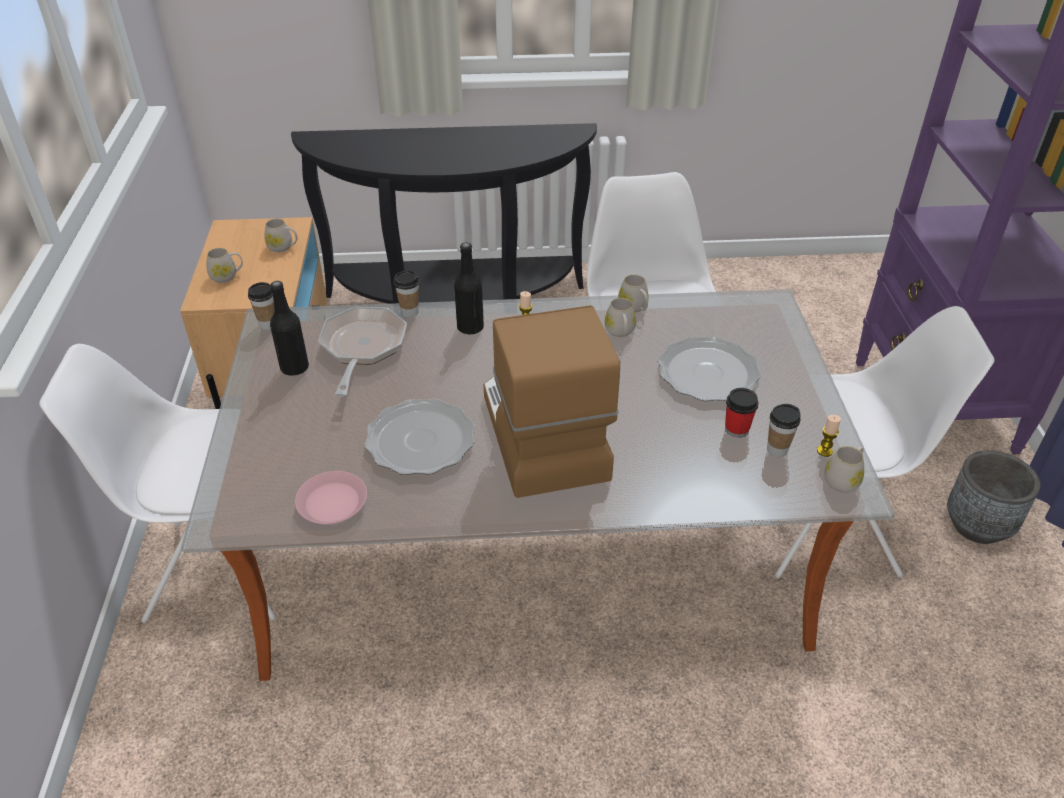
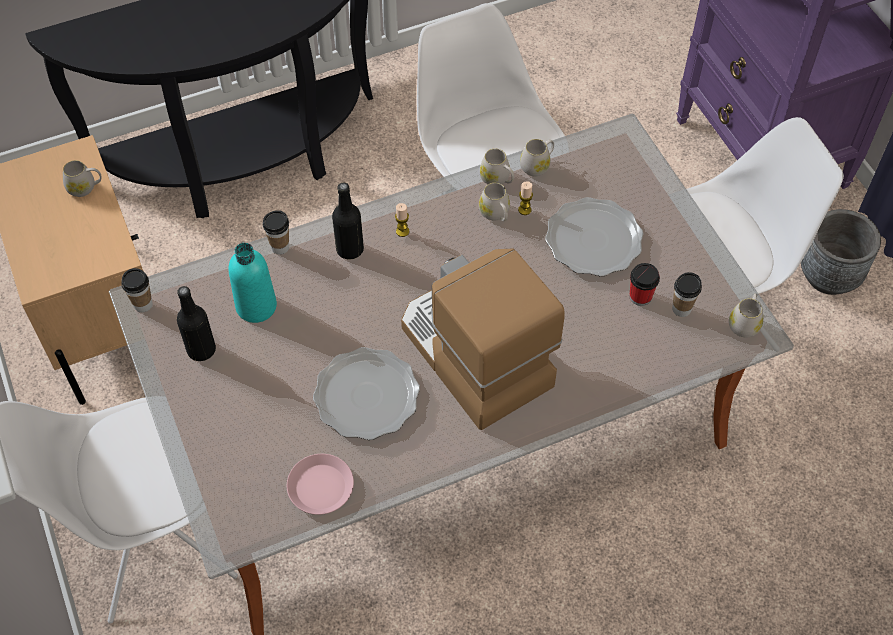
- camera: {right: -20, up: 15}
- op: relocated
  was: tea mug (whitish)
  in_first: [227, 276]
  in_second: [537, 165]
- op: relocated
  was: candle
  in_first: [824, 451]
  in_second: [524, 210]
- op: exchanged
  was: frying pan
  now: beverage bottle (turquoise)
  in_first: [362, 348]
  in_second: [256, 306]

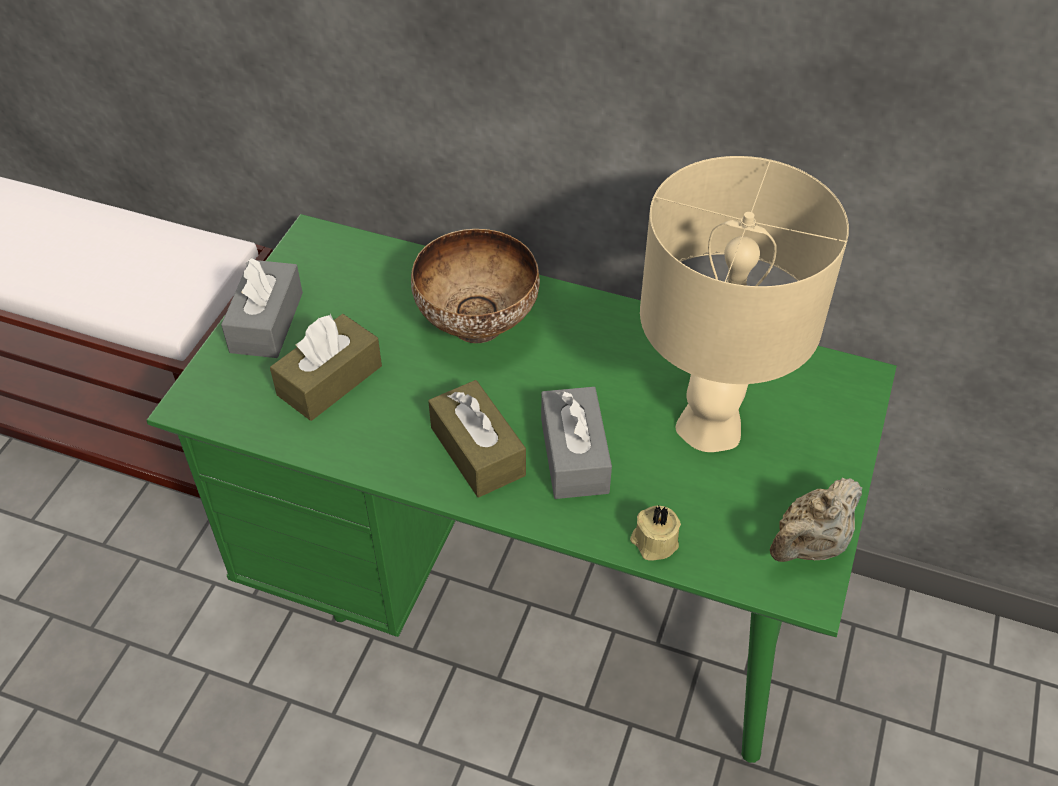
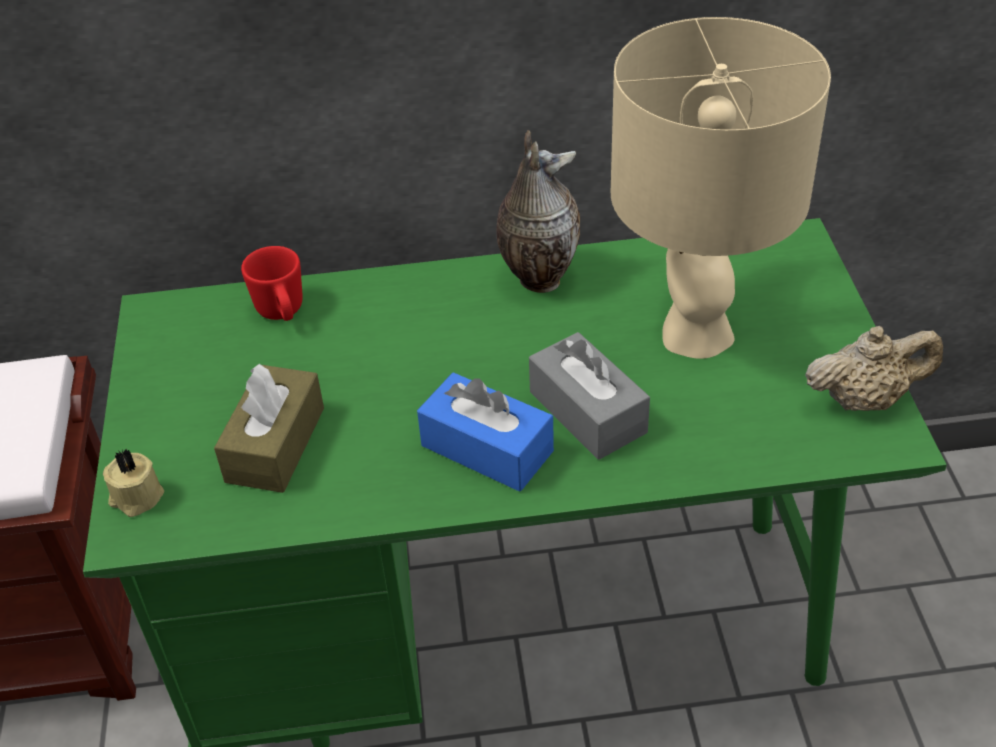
- camera: {right: -25, up: -5}
- op: missing
  was: tissue box (gray)
  in_first: [266, 322]
- op: missing
  was: serving bowl
  in_first: [476, 326]
- op: appeared
  now: tea mug (reddish)
  in_second: [282, 313]
- op: appeared
  now: vase
  in_second: [537, 278]
- op: relocated
  was: candle (beige)
  in_first: [653, 542]
  in_second: [136, 497]
- op: colour
  was: tissue box (brown)
  now: tissue box (bluish)
  in_first: [477, 451]
  in_second: [487, 448]
- op: spun
  was: pot for tea (beige)
  in_first: [809, 545]
  in_second: [865, 399]
  clockwise: -120

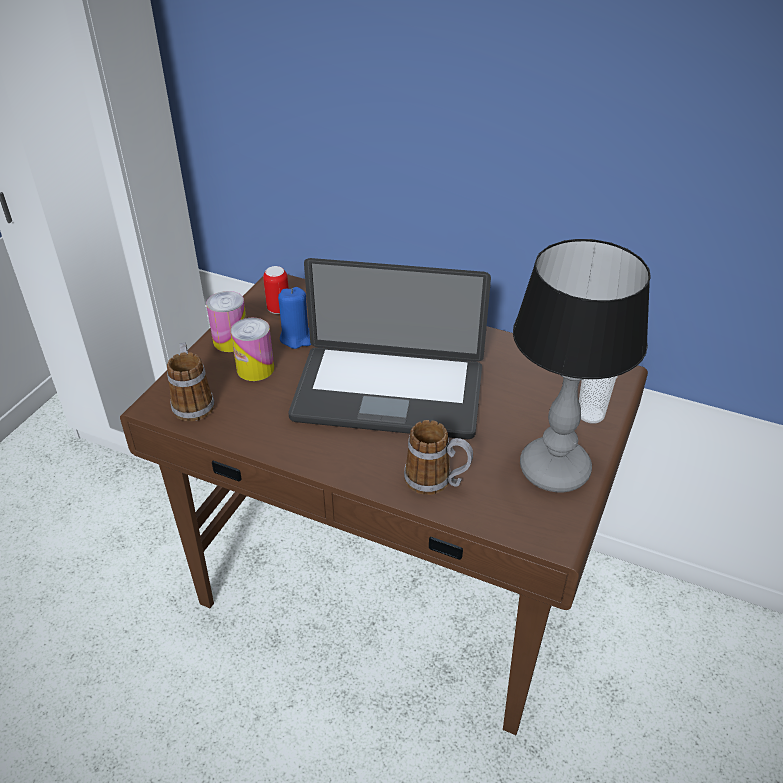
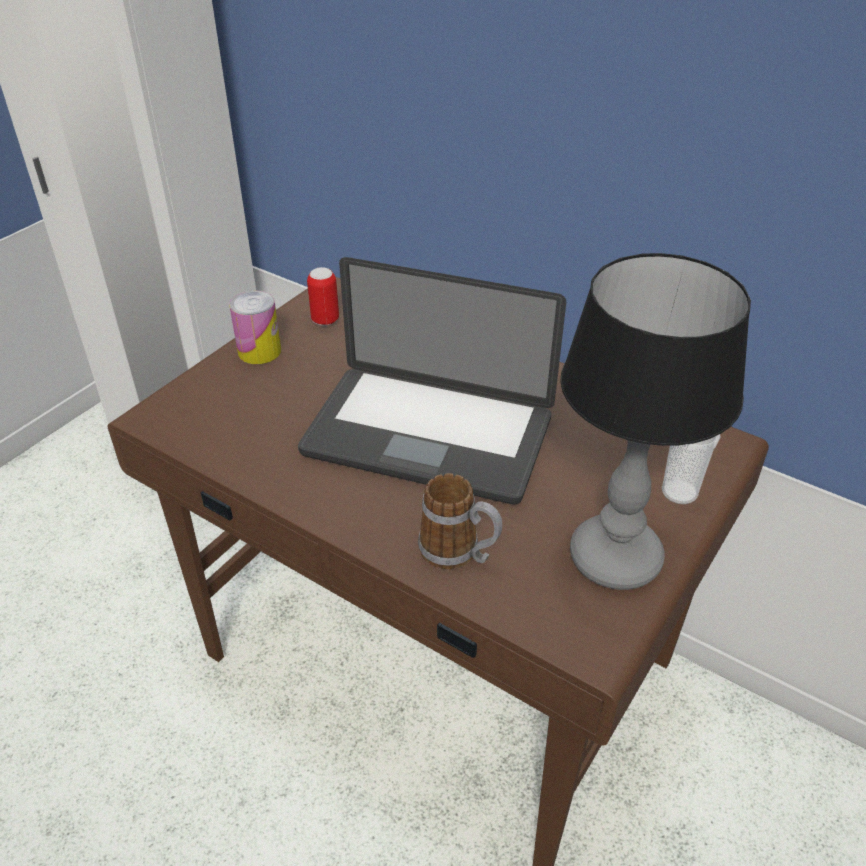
- camera: {right: 10, up: 0}
- op: missing
  was: tea mug
  in_first: [193, 402]
- op: missing
  was: sealed can
  in_first: [255, 369]
- op: missing
  was: candle (bluish)
  in_first: [296, 338]

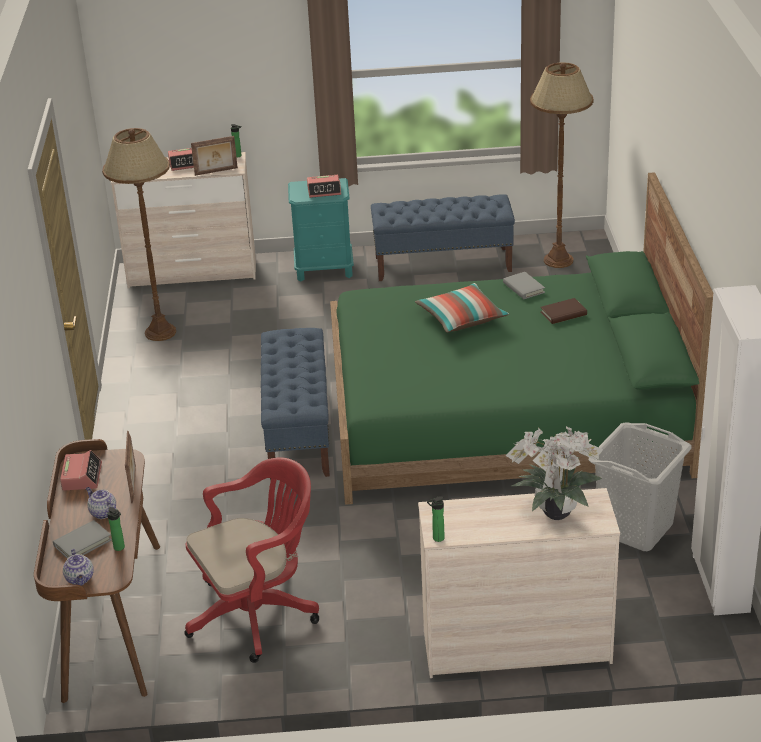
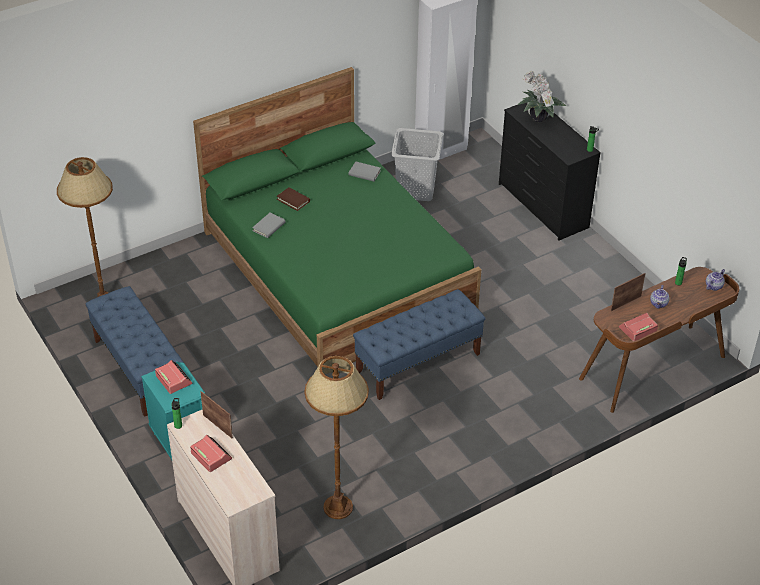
- camera: {right: -120, up: 10}
- op: missing
  was: office chair (reddish)
  in_first: [258, 613]
- op: missing
  was: throw pillow
  in_first: [461, 318]
- op: relocated
  was: bound book (gray)
  in_first: [82, 543]
  in_second: [364, 173]
- op: colour
  was: chest of drawers (beige)
  now: chest of drawers (black-coloured)
  in_first: [516, 646]
  in_second: [542, 206]

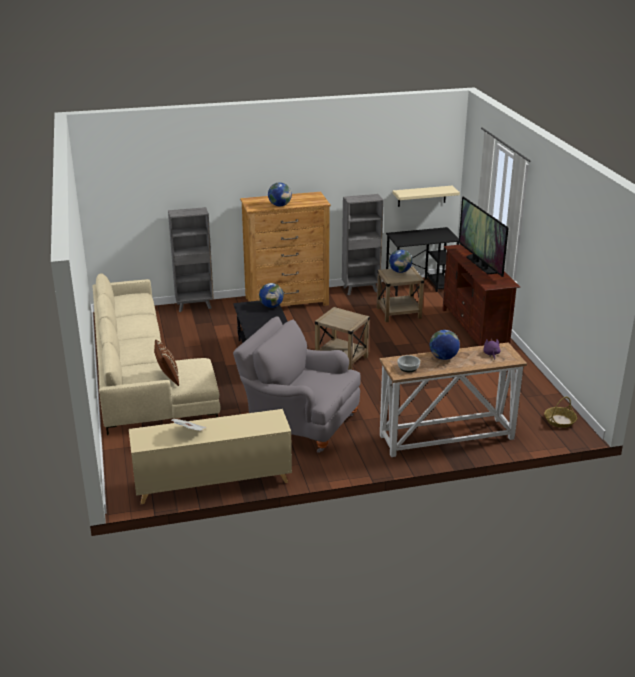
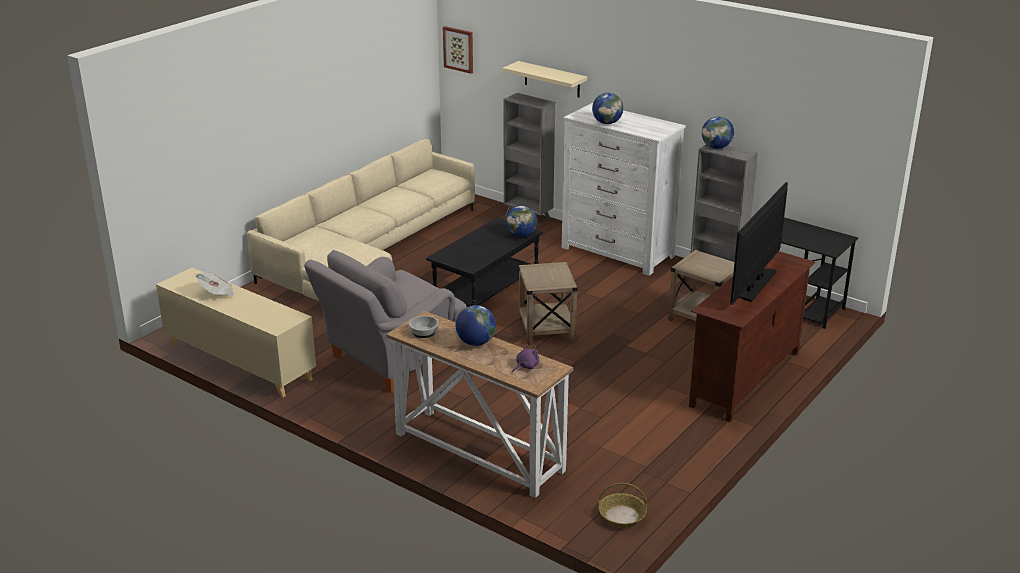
- camera: {right: 50, up: 0}
- op: missing
  was: throw pillow (brown)
  in_first: [167, 378]
- op: appeared
  now: wall art
  in_second: [459, 49]
- op: relocated
  was: globe
  in_first: [400, 271]
  in_second: [716, 147]
- op: relocated
  was: wall shelf (beige)
  in_first: [422, 196]
  in_second: [552, 79]
- op: colour
  was: chest of drawers (brown)
  now: chest of drawers (whitish)
  in_first: [287, 301]
  in_second: [617, 252]
- op: spun
  was: lounge chair (gray)
  in_first: [299, 424]
  in_second: [390, 360]
  clockwise: -120

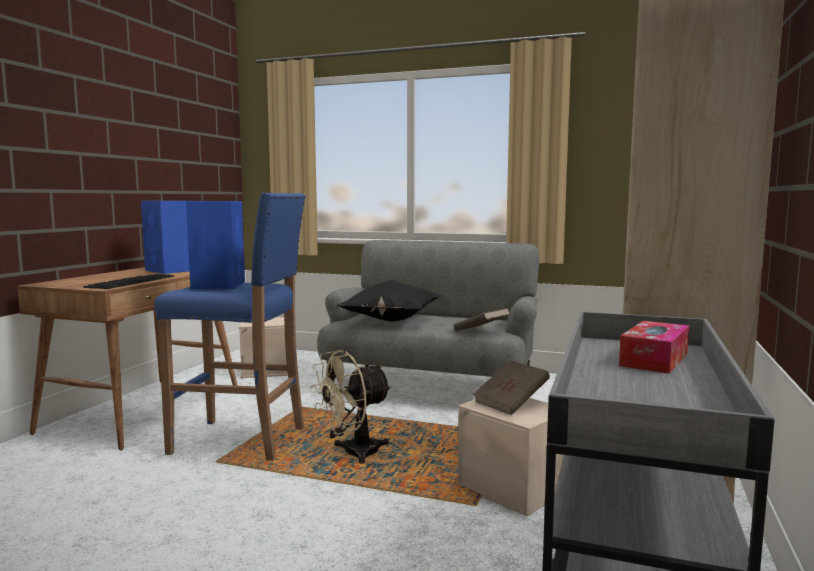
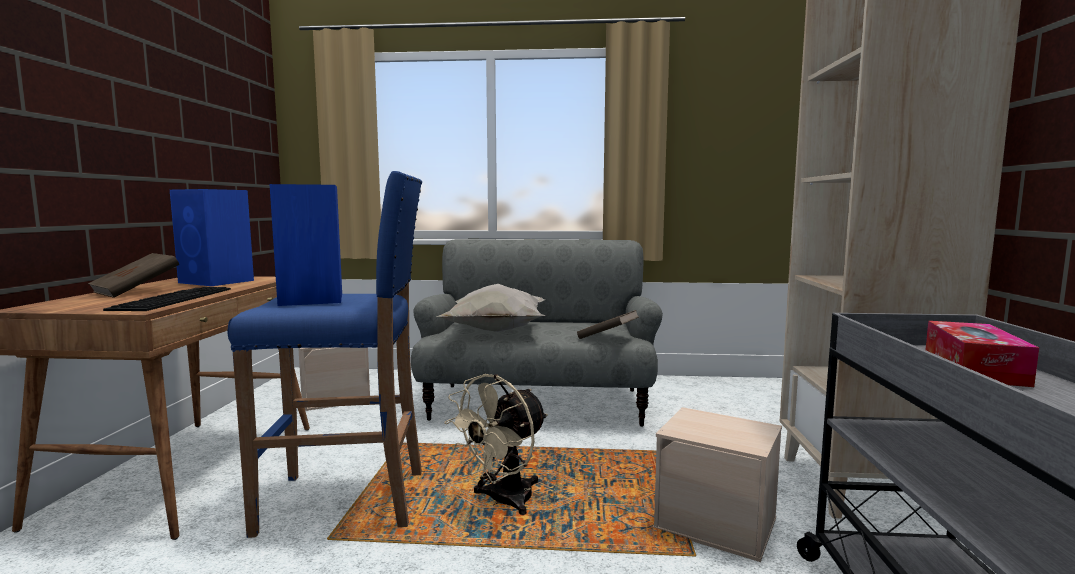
- camera: {right: -15, up: 0}
- op: relocated
  was: bound book (brown)
  in_first: [511, 402]
  in_second: [136, 291]
- op: colour
  was: throw pillow (black-coloured)
  now: throw pillow (whitish)
  in_first: [390, 321]
  in_second: [495, 331]

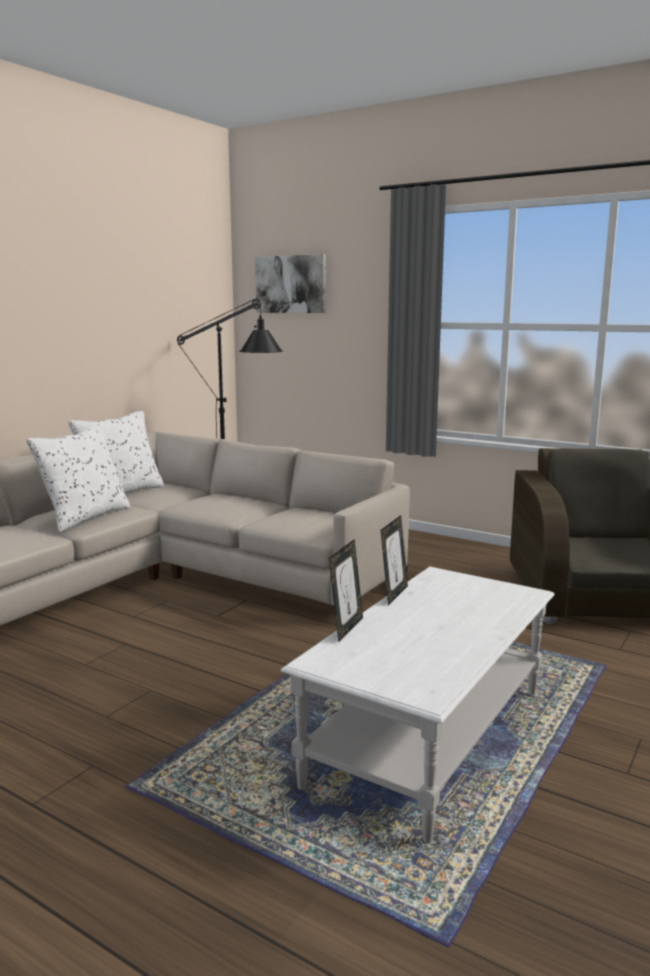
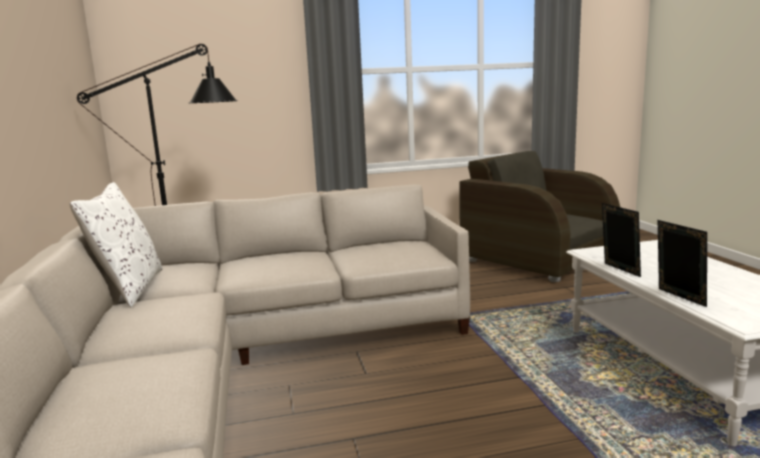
- camera: {right: -45, up: 0}
- op: missing
  was: throw pillow (whitish)
  in_first: [85, 517]
- op: missing
  was: wall art
  in_first: [291, 284]

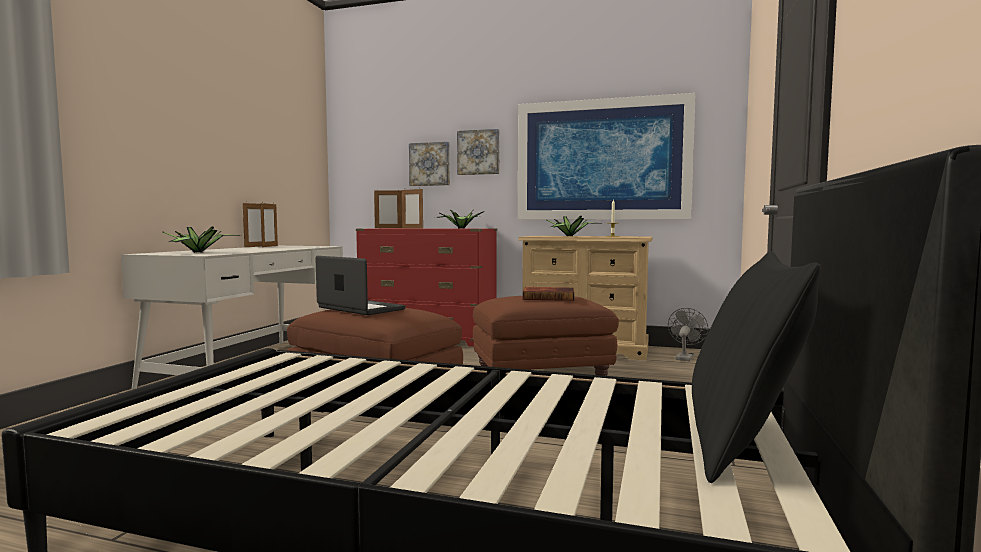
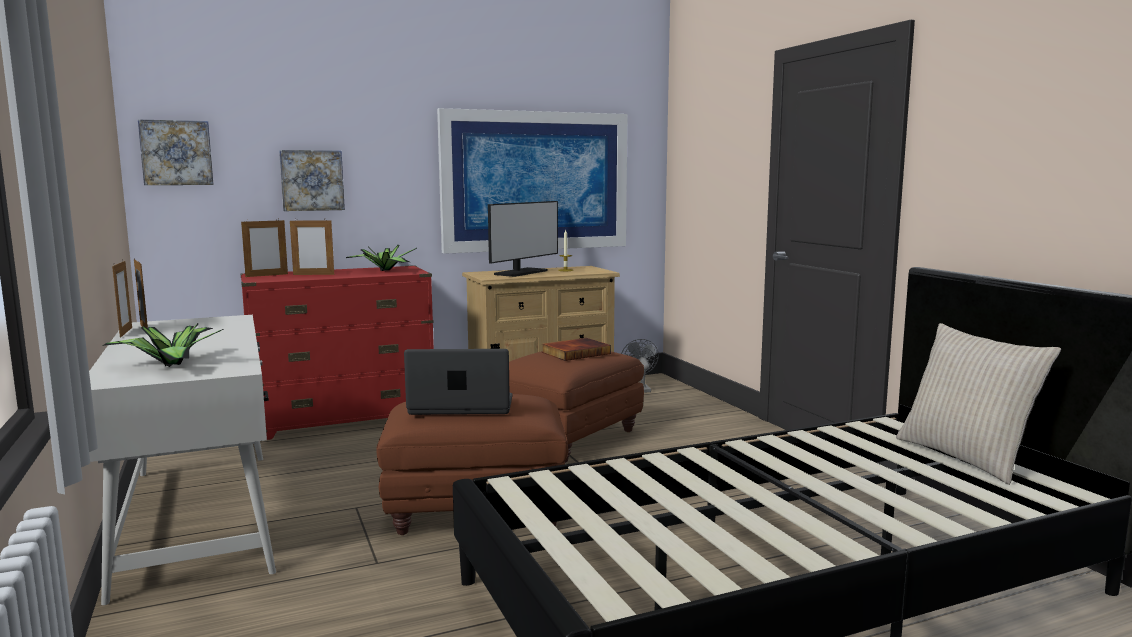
- camera: {right: -40, up: 5}
- op: relocated
  was: wall art
  in_first: [478, 152]
  in_second: [176, 153]
- op: exchanged
  was: plant in a pot
  now: computer display
  in_first: [569, 236]
  in_second: [521, 273]
- op: colour
  was: throw pillow (black-coloured)
  now: throw pillow (beige)
  in_first: [740, 444]
  in_second: [965, 457]

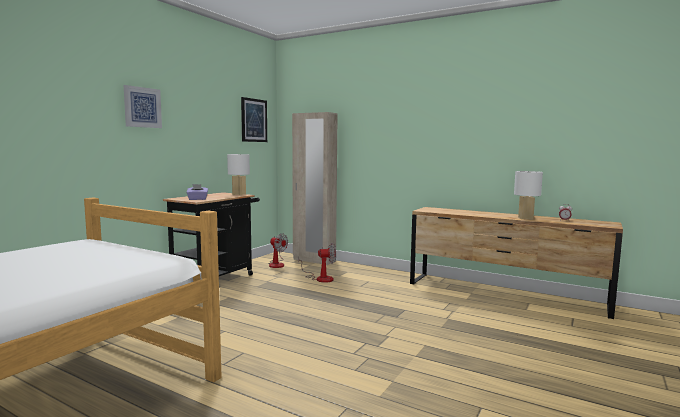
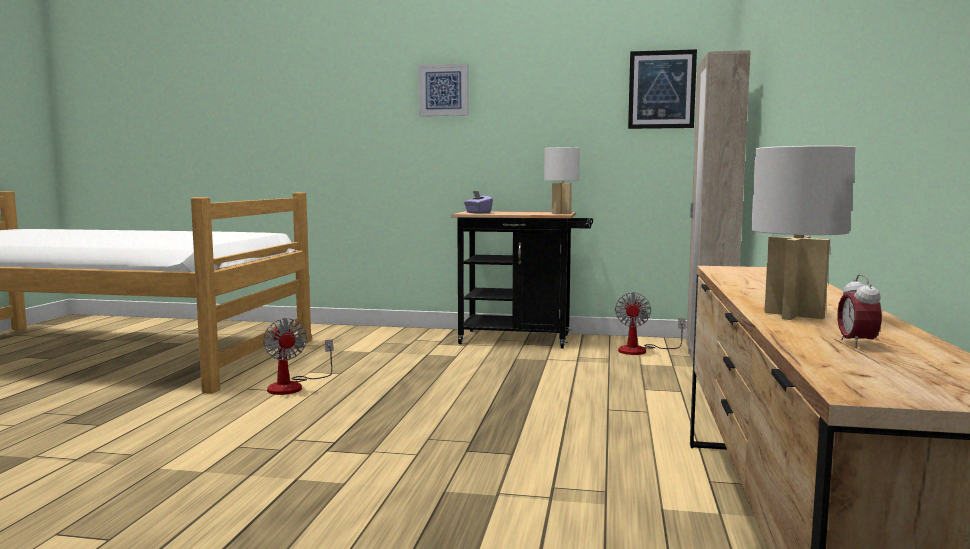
- camera: {right: 70, up: 0}
- op: relocated
  was: cooling fan
  in_first: [320, 278]
  in_second: [293, 386]

